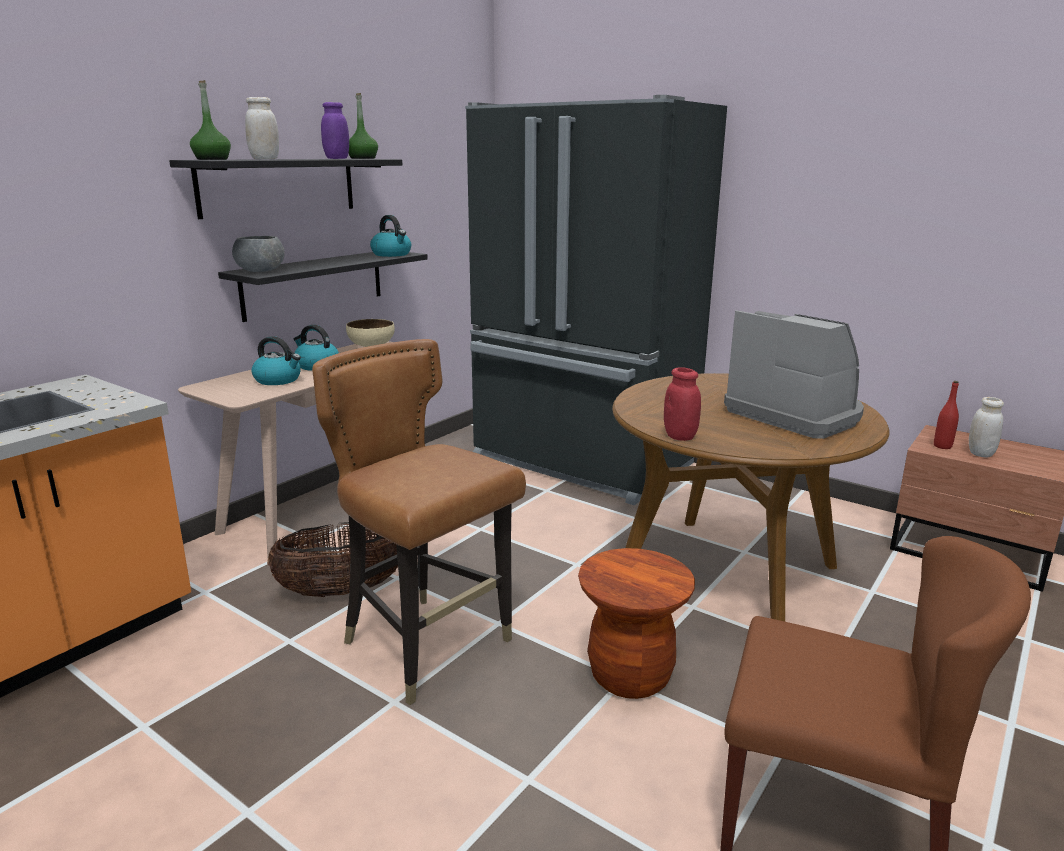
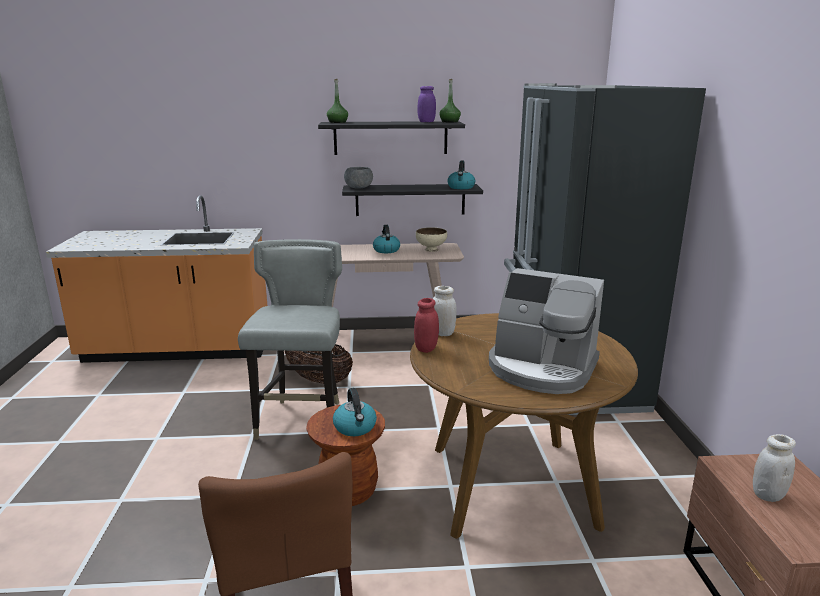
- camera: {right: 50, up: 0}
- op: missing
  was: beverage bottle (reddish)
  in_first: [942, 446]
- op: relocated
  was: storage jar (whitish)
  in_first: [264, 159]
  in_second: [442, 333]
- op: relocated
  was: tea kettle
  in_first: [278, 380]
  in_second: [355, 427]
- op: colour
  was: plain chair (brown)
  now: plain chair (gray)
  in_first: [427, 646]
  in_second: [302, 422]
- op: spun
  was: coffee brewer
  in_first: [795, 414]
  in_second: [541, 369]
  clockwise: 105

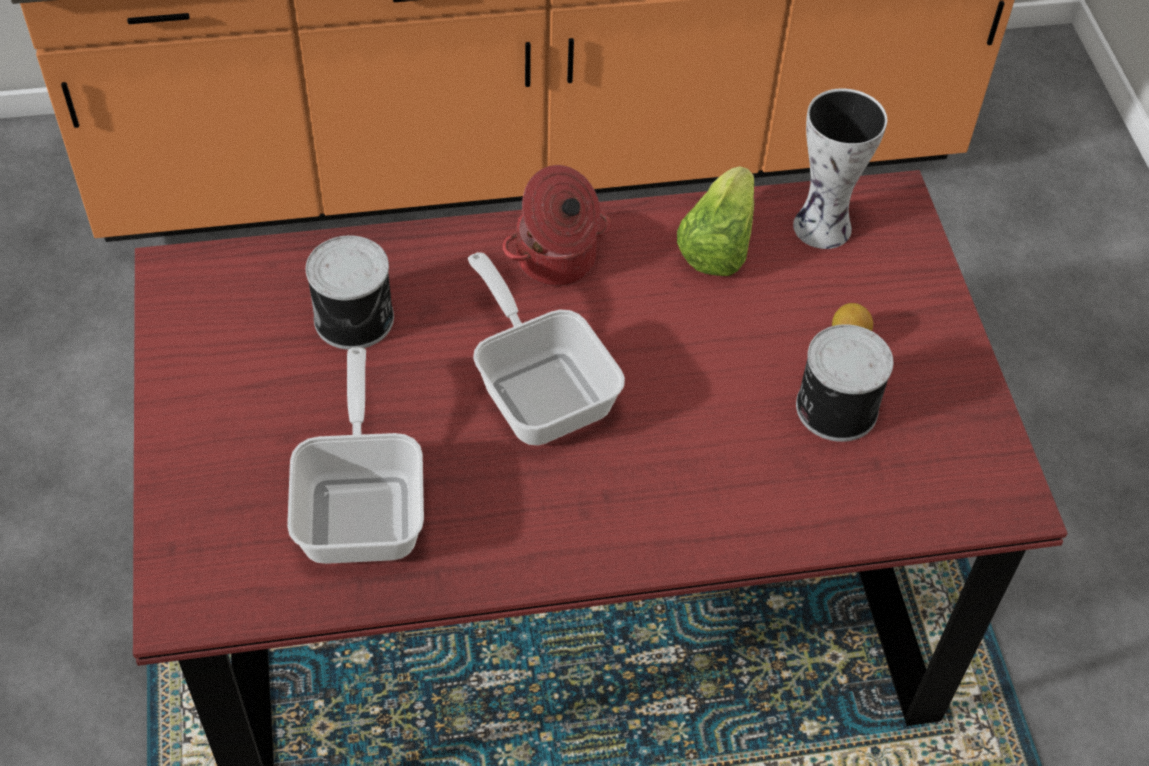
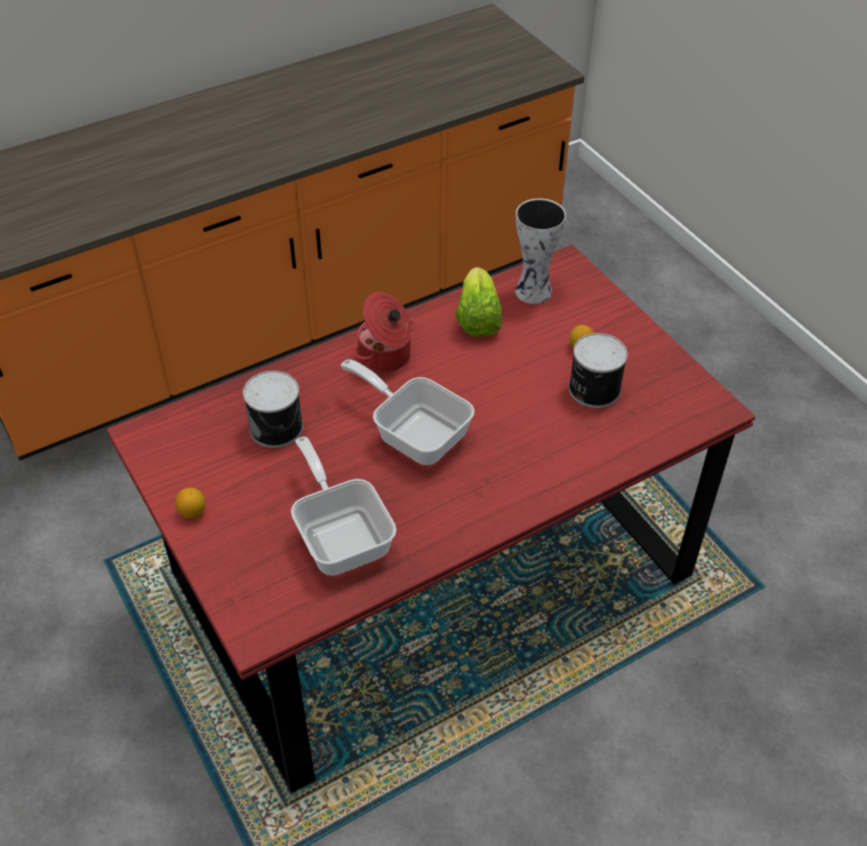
- camera: {right: -20, up: -5}
- op: appeared
  now: lemon
  in_second: [192, 512]

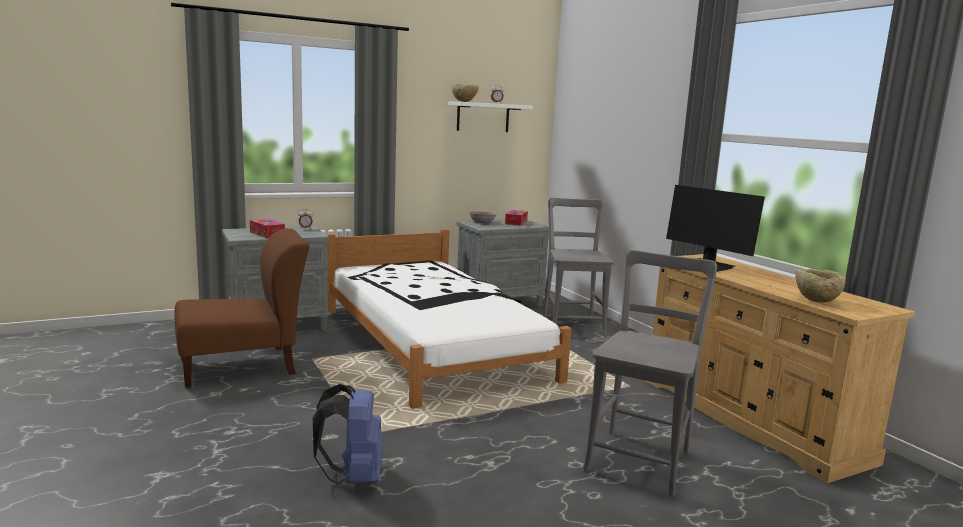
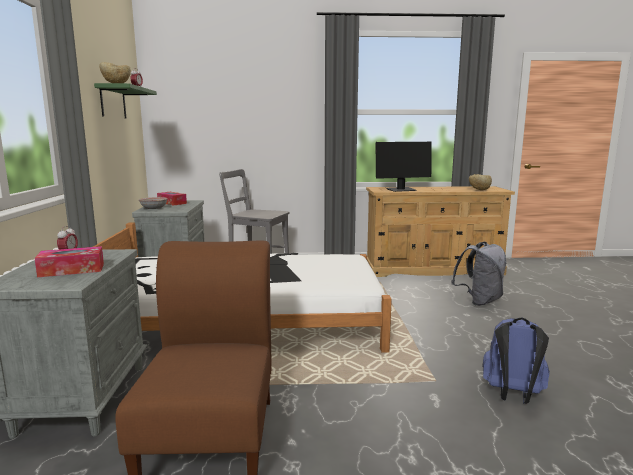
- camera: {right: -65, up: 0}
- op: exchanged
  was: plain chair (gray)
  now: backpack (gray)
  in_first: [640, 458]
  in_second: [479, 301]
- op: colour
  was: wall shelf (whitish)
  now: wall shelf (greenish)
  in_first: [483, 117]
  in_second: [113, 102]

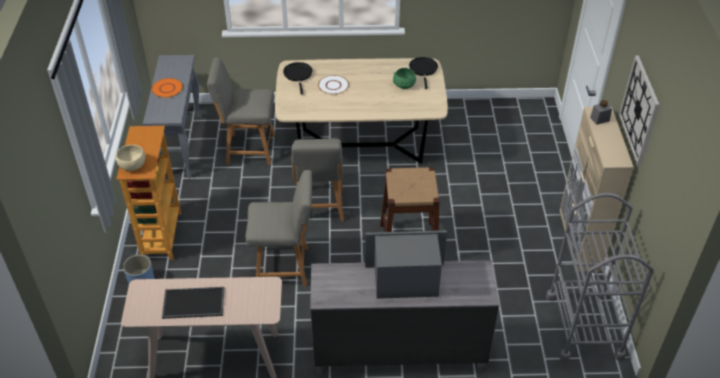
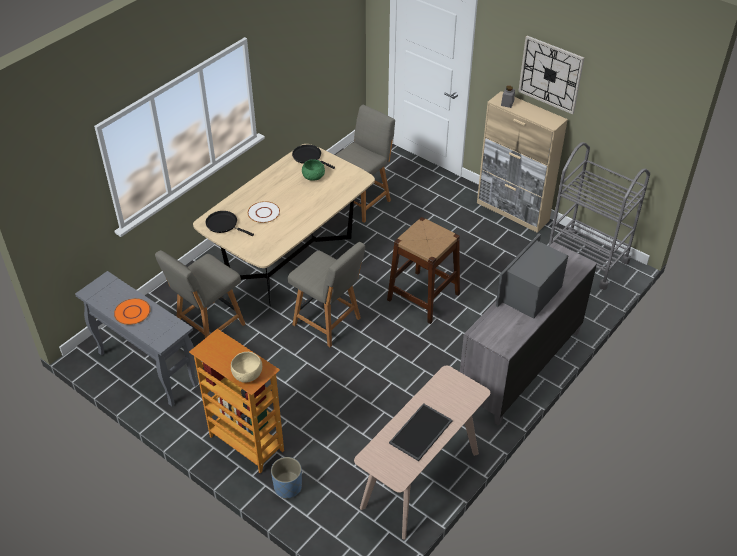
- camera: {right: -50, up: 0}
- op: relocated
  was: plain chair (gray)
  in_first: [285, 267]
  in_second: [362, 201]

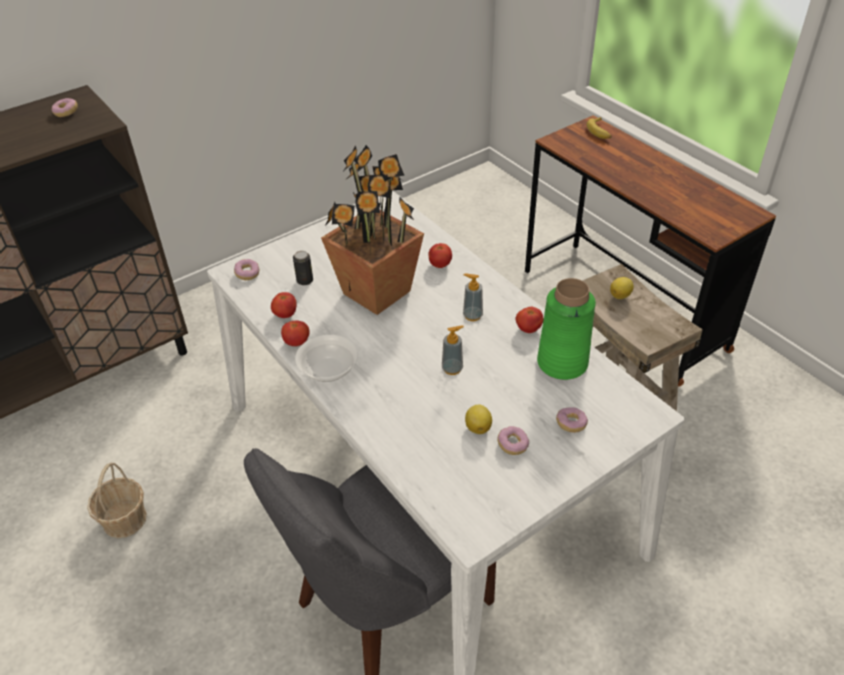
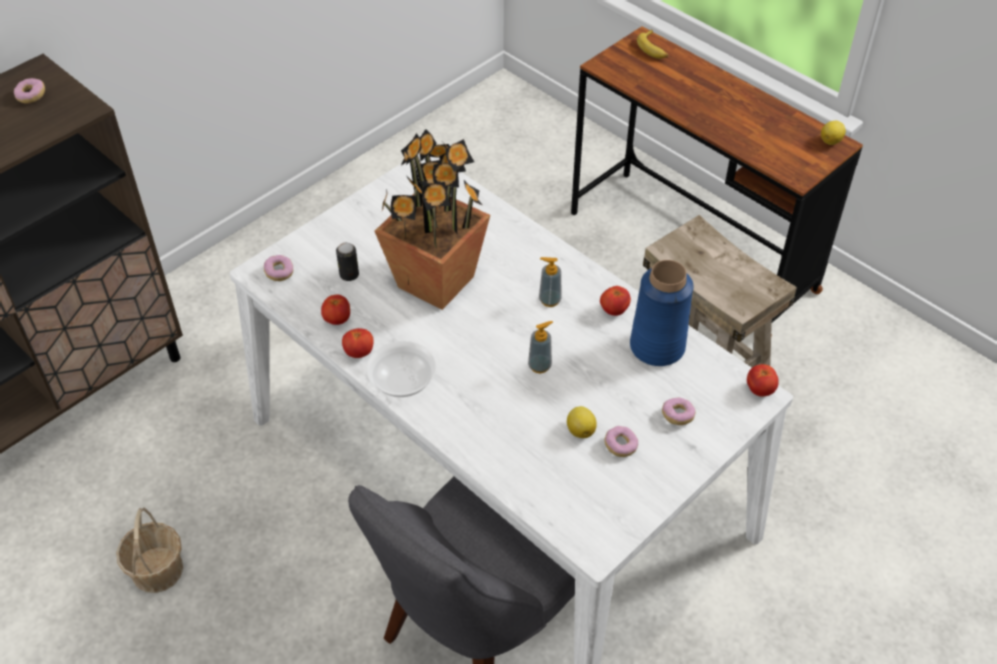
- camera: {right: -10, up: 5}
- op: relocated
  was: tomato
  in_first: [440, 264]
  in_second: [760, 390]
- op: relocated
  was: lemon
  in_first: [620, 295]
  in_second: [831, 141]
- op: colour
  was: vase (greenish)
  now: vase (bluish)
  in_first: [562, 362]
  in_second: [657, 346]

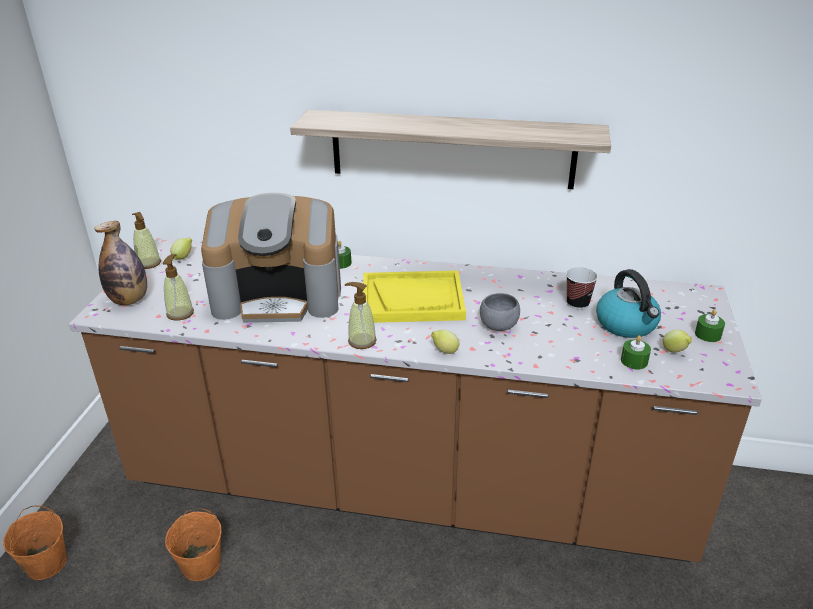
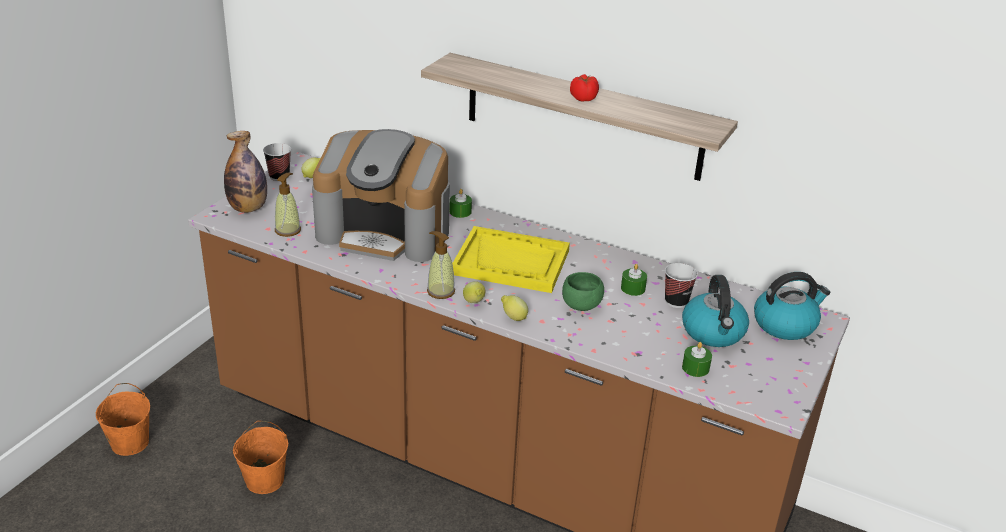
- camera: {right: 15, up: 0}
- op: appeared
  now: tomato
  in_second: [583, 98]
- op: appeared
  now: tea kettle
  in_second: [785, 324]
- op: relocated
  was: lemon
  in_first: [675, 351]
  in_second: [474, 303]
- op: relocated
  was: candle (greenish)
  in_first: [708, 334]
  in_second: [633, 288]
- op: exchanged
  was: soap dispenser
  now: small cup
  in_first: [149, 263]
  in_second: [279, 176]
- op: colour
  was: serving bowl (gray)
  now: serving bowl (greenish)
  in_first: [498, 325]
  in_second: [581, 305]

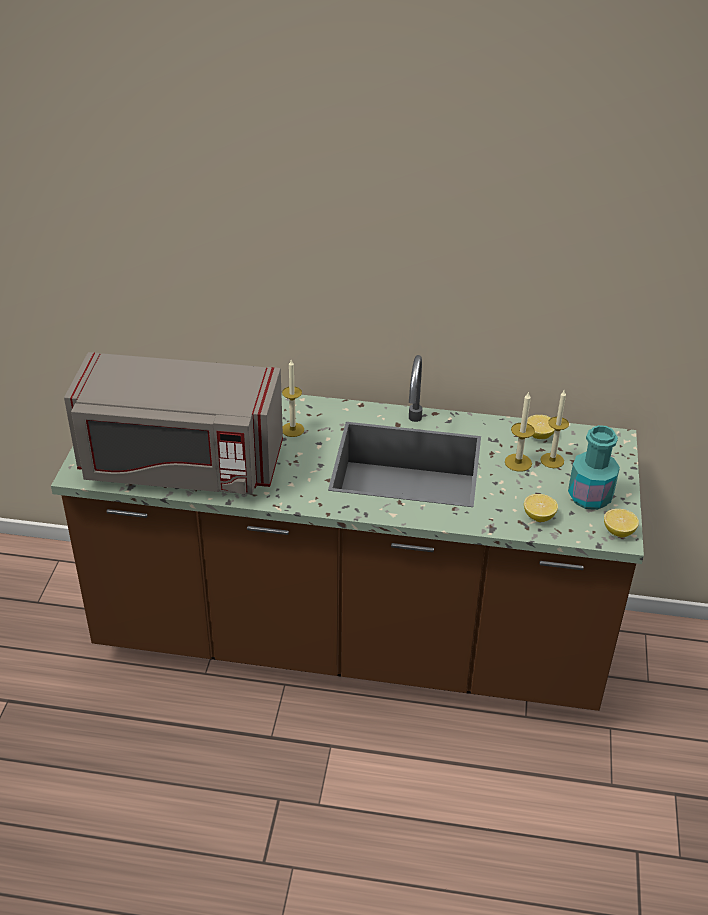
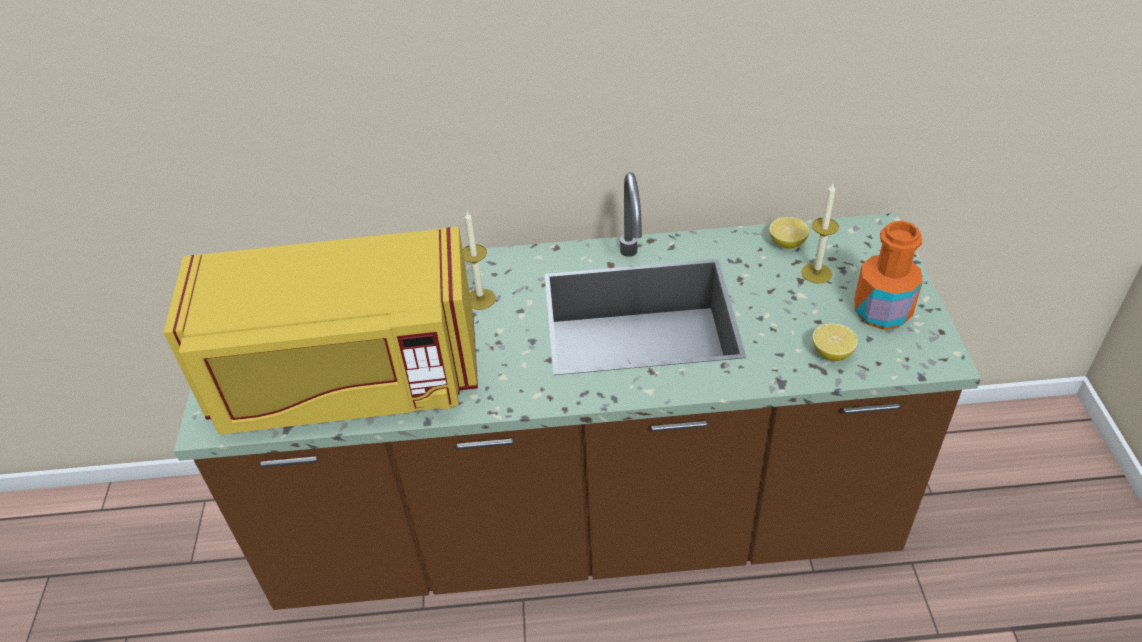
- camera: {right: -10, up: 5}
- op: missing
  was: candle
  in_first: [518, 462]
- op: missing
  was: lemon
  in_first: [618, 531]
- op: colour
  was: microwave (gray)
  now: microwave (yellow-coloured)
  in_first: [180, 464]
  in_second: [346, 380]
- op: colour
  was: beverage bottle (turquoise)
  now: beverage bottle (orange)
  in_first: [590, 496]
  in_second: [882, 312]

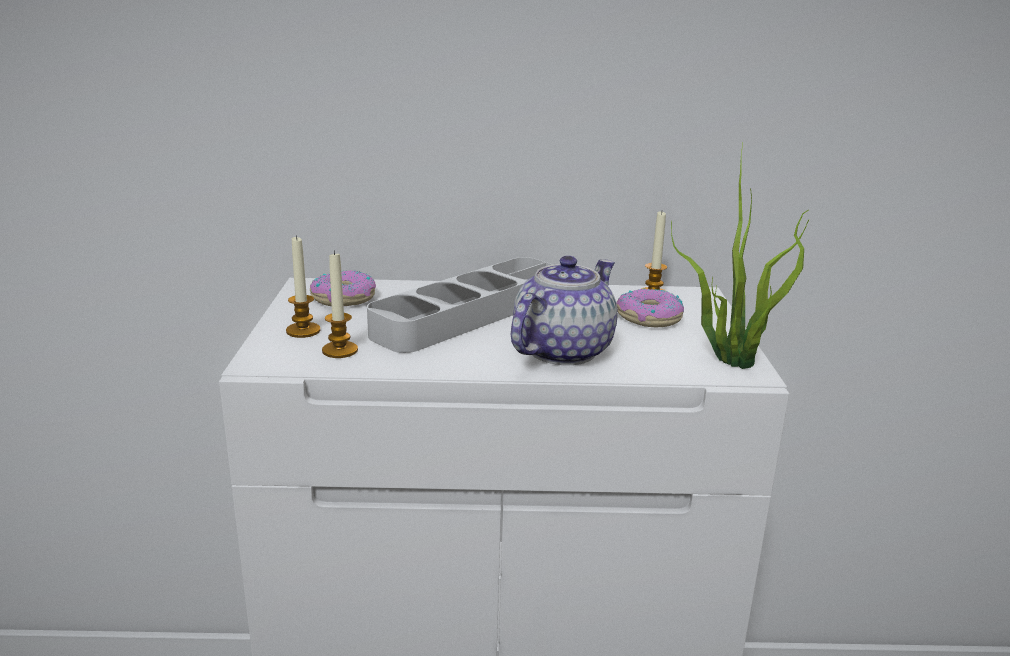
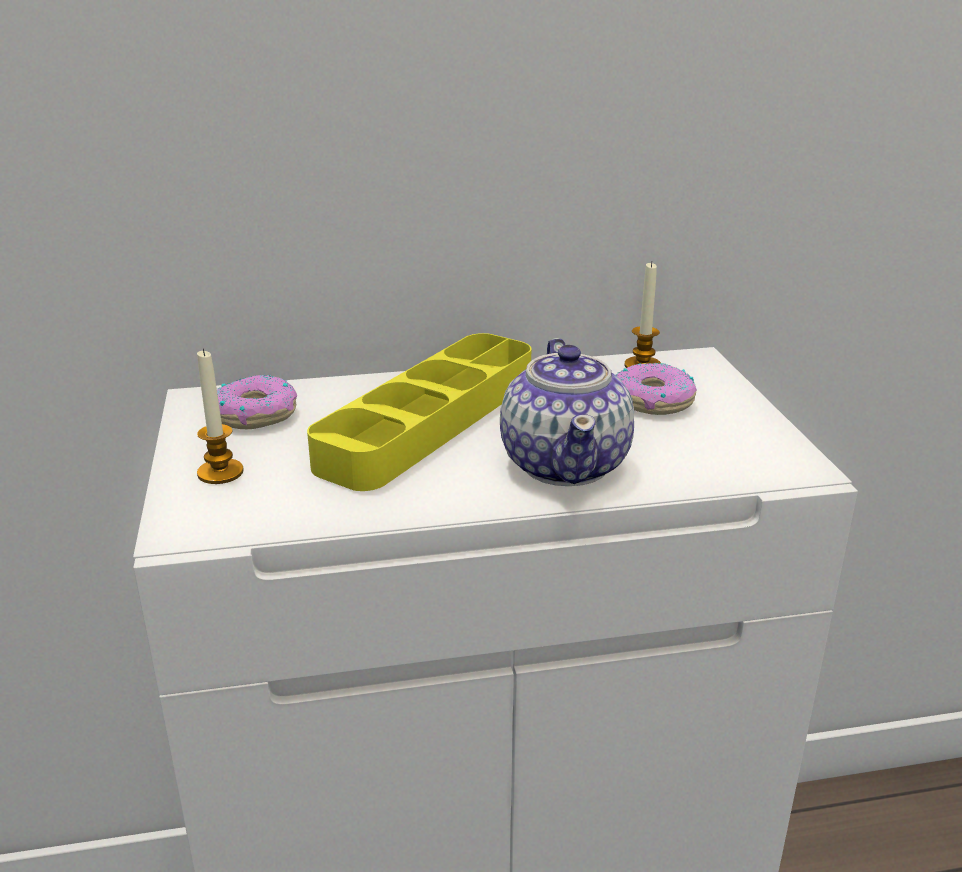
- camera: {right: -10, up: 5}
- op: missing
  was: candle
  in_first: [340, 350]
- op: missing
  was: plant in a pot
  in_first: [730, 359]
- op: colour
  was: carrying tray (gray)
  now: carrying tray (yellow-coloured)
  in_first: [470, 314]
  in_second: [429, 421]
- op: spun
  was: pot for tea
  in_first: [561, 351]
  in_second: [566, 464]
  clockwise: 150

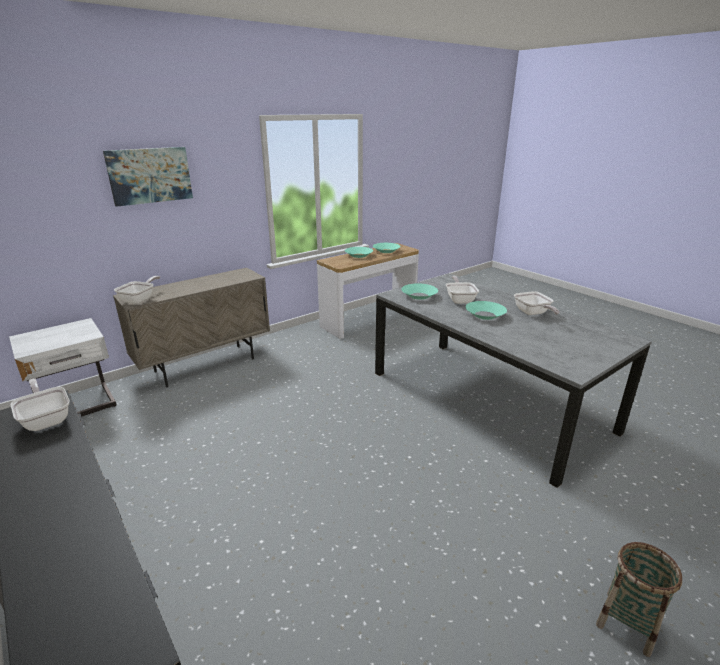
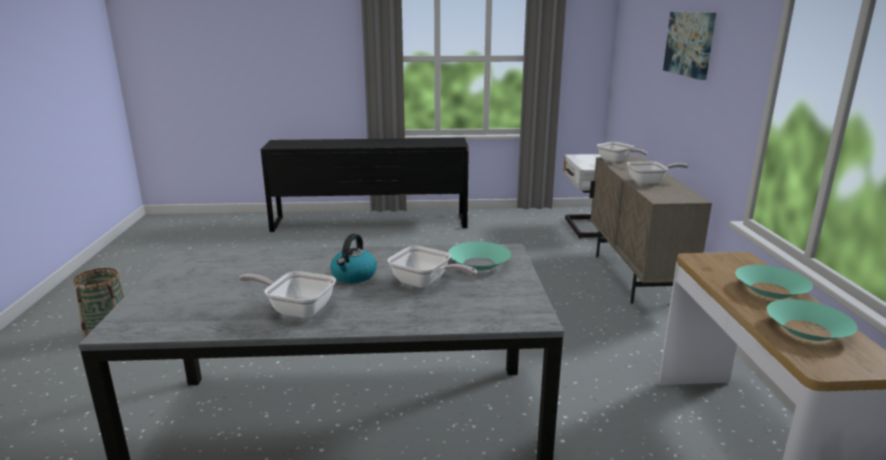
- camera: {right: 125, up: -5}
- op: relocated
  was: frying pan
  in_first: [46, 418]
  in_second: [649, 182]
- op: exchanged
  was: serving bowl (turquoise)
  now: tea kettle
  in_first: [485, 315]
  in_second: [354, 276]

